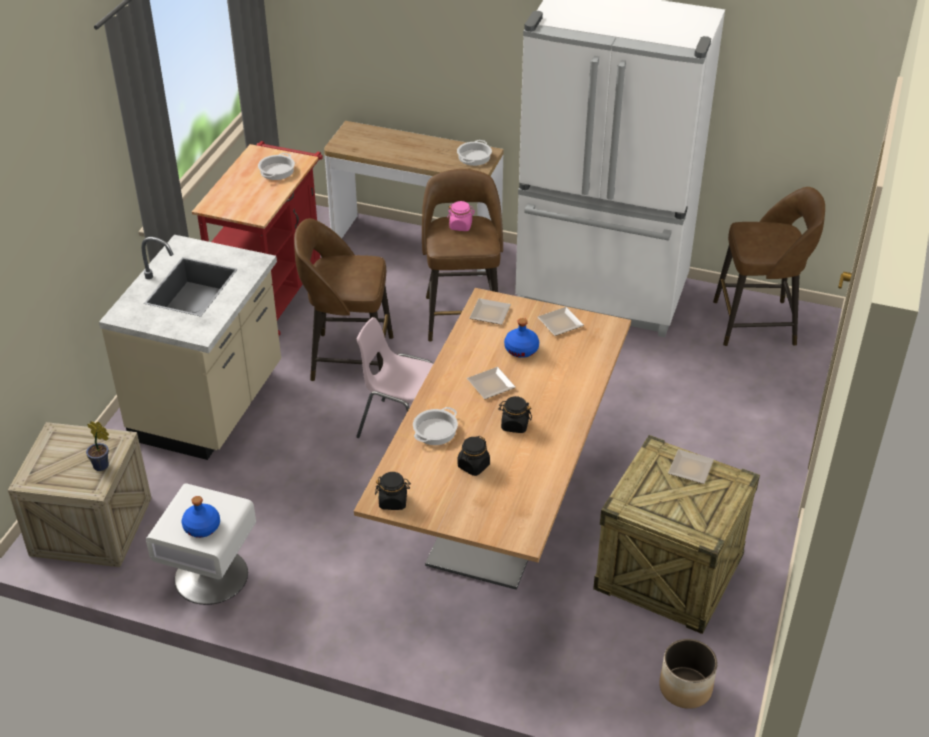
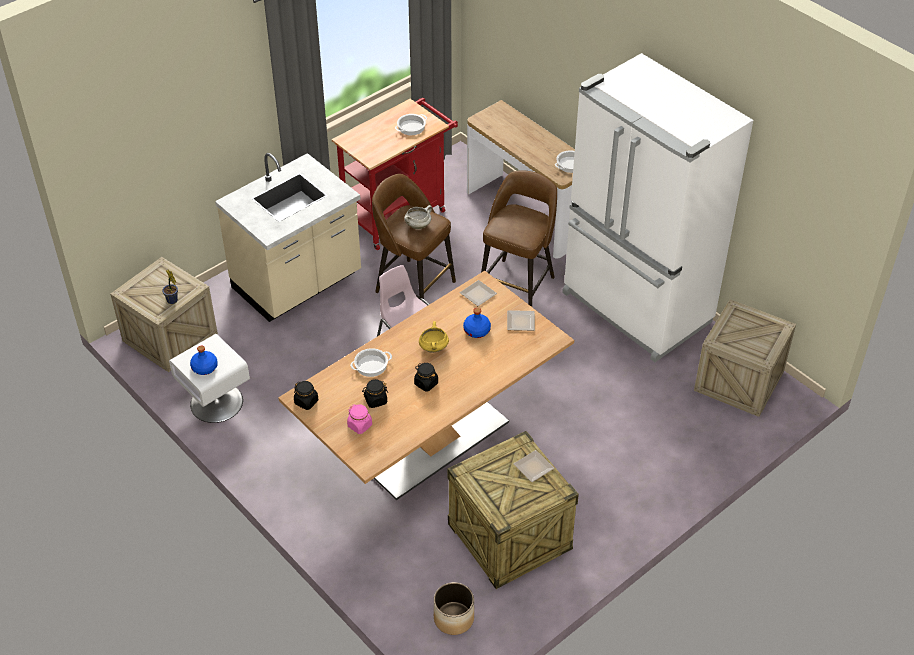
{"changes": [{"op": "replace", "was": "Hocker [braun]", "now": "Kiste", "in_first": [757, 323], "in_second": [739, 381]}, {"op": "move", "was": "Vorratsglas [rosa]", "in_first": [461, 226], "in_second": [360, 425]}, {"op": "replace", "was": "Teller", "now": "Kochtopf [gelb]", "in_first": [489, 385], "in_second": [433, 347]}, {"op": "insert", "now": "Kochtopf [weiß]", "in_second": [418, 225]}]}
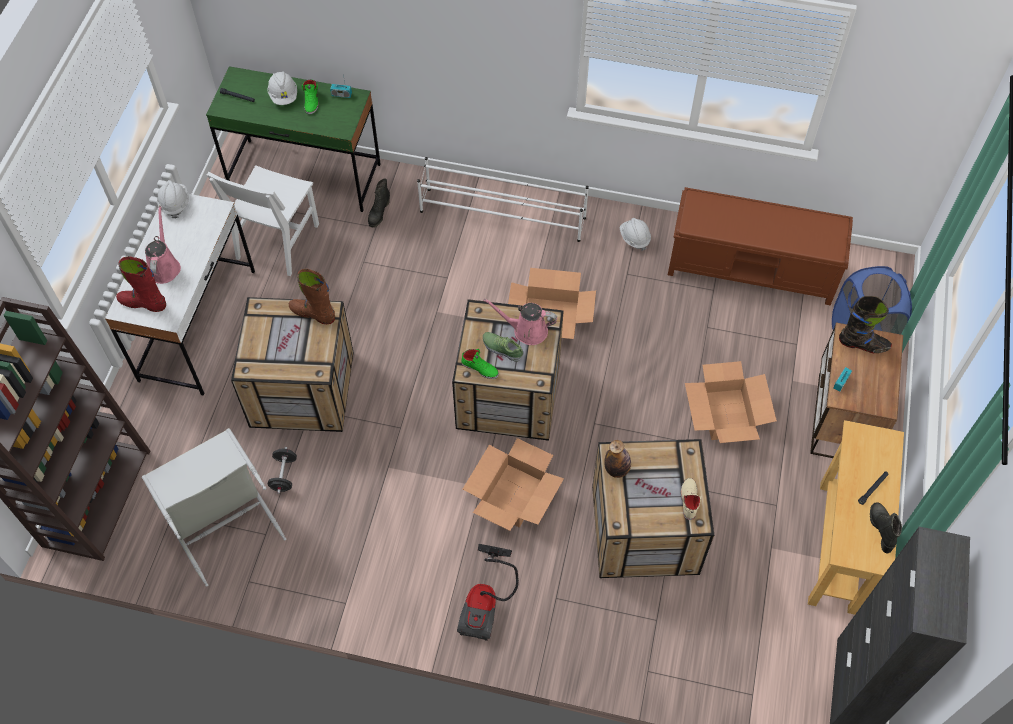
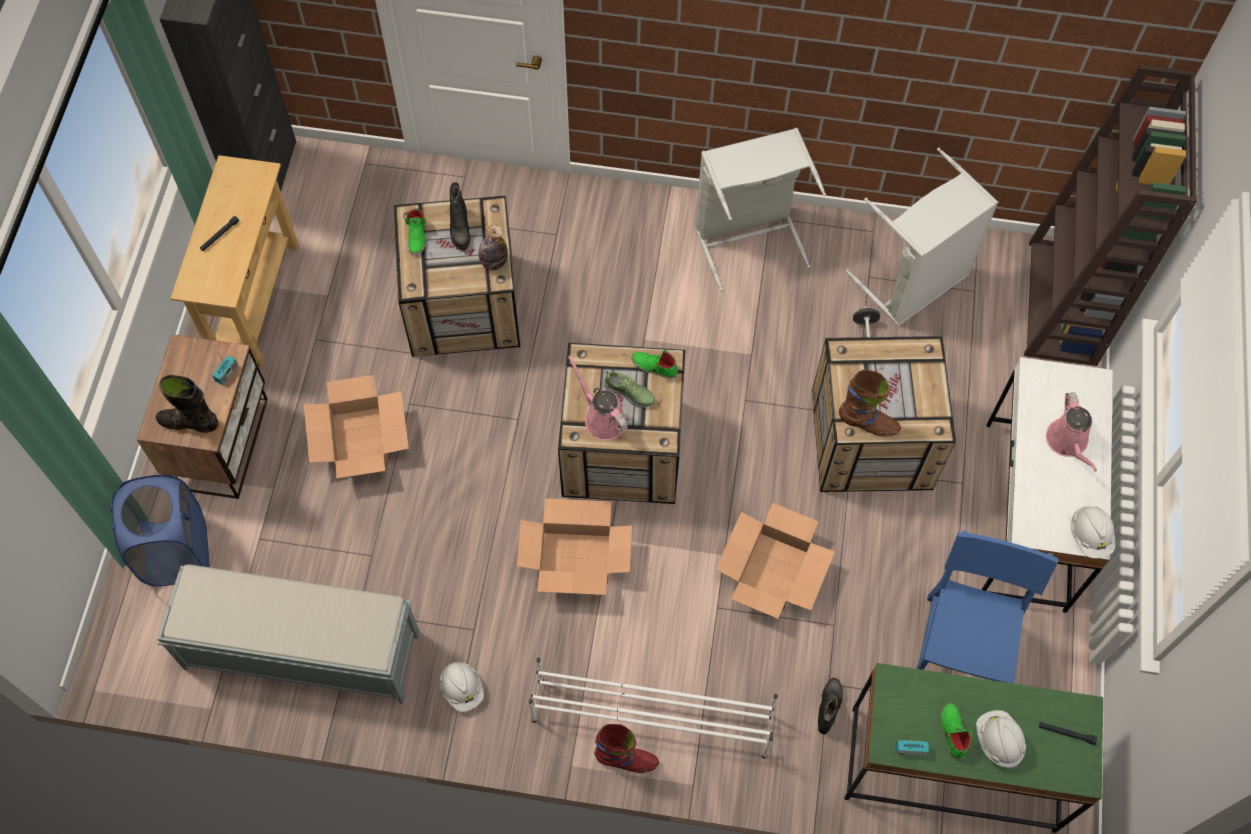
{"changes": [{"op": "recolor", "was": "Stuhl [weiß]", "now": "Stuhl [blau]", "in_first": [277, 241], "in_second": [959, 649]}, {"op": "recolor", "was": "Bank [braun]", "now": "Bank [grau]", "in_first": [753, 268], "in_second": [300, 650]}, {"op": "move", "was": "Stiefel [rot]", "in_first": [143, 303], "in_second": [626, 760]}, {"op": "rotate", "was": "Gießkanne [rosa]", "in_first": [526, 330], "in_second": [602, 418], "clockwise": -135}, {"op": "move", "was": "Karton", "in_first": [513, 495], "in_second": [772, 571]}, {"op": "recolor", "was": "Schuh [beige]", "now": "Schuh [grün]", "in_first": [688, 500], "in_second": [417, 236]}, {"op": "move", "was": "Stiefel [schwarz]", "in_first": [881, 529], "in_second": [459, 229]}, {"op": "delete", "was": "Staubsauger", "in_first": [486, 602]}, {"op": "insert", "now": "Wäschekorb [grau]", "in_second": [748, 238]}]}
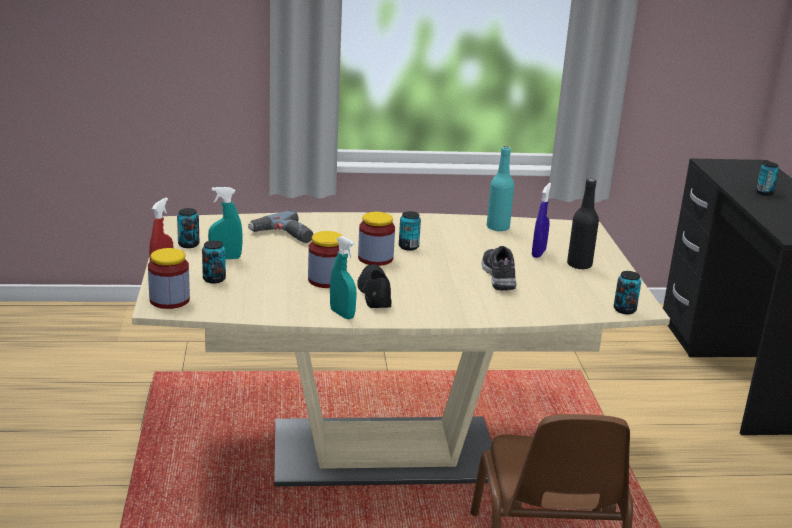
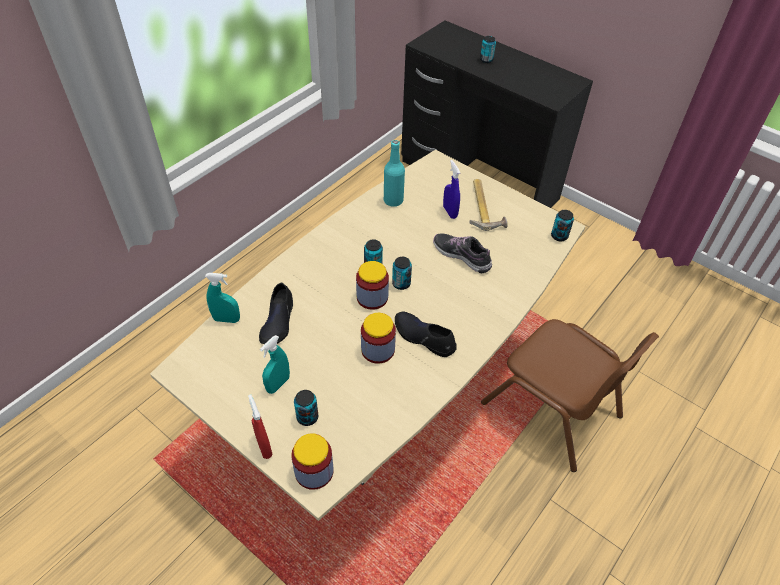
{"changes": [{"op": "replace", "was": "Flasche [schwarz]", "now": "Hammer", "in_first": [579, 265], "in_second": [484, 207]}, {"op": "move", "was": "Dose", "in_first": [188, 244], "in_second": [401, 283]}, {"op": "replace", "was": "Bohrmaschine", "now": "Schuh [schwarz]", "in_first": [283, 236], "in_second": [278, 321]}, {"op": "move", "was": "Sprühflasche [türkis]", "in_first": [342, 314], "in_second": [226, 319]}]}
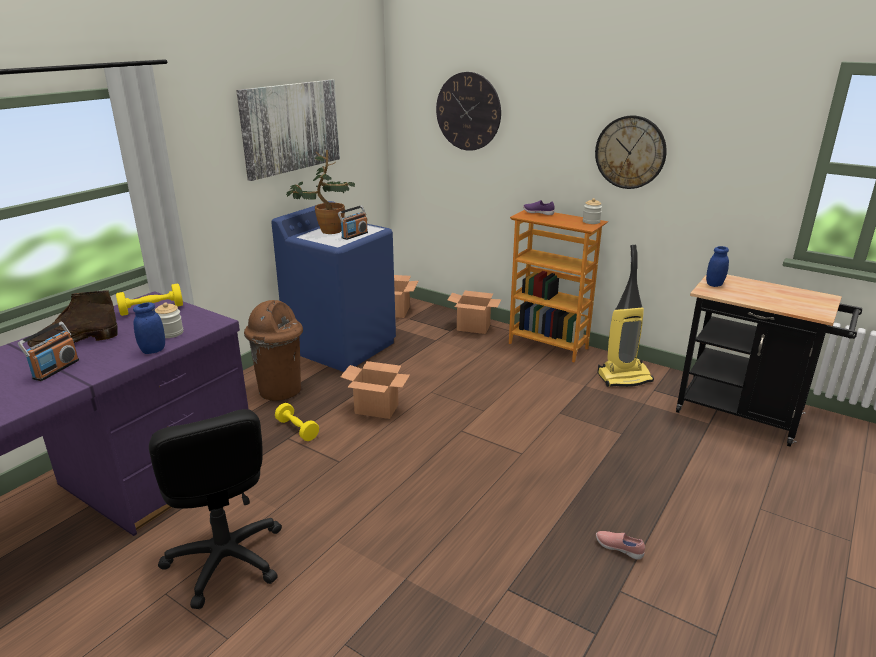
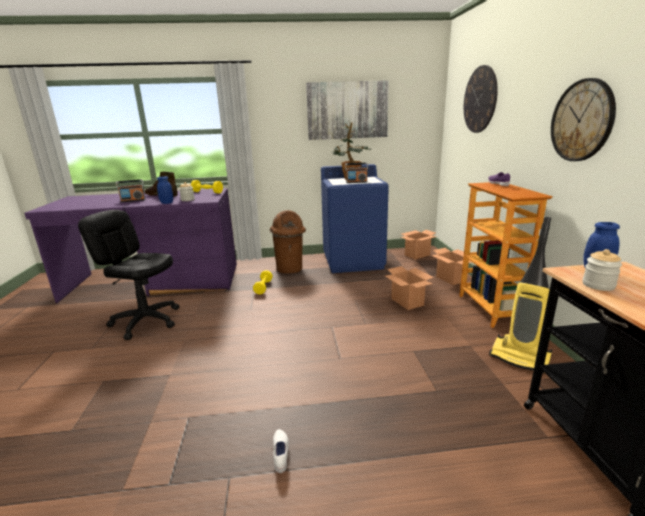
{"changes": [{"op": "move", "was": "Vorratsglas", "in_first": [591, 222], "in_second": [598, 285]}, {"op": "move", "was": "Karton", "in_first": [377, 409], "in_second": [407, 302]}, {"op": "rotate", "was": "Bürostuhl [schwarz]", "in_first": [225, 560], "in_second": [146, 321], "clockwise": 90}, {"op": "recolor", "was": "Schuh [rosa]", "now": "Schuh [weiß]", "in_first": [619, 548], "in_second": [281, 454]}]}
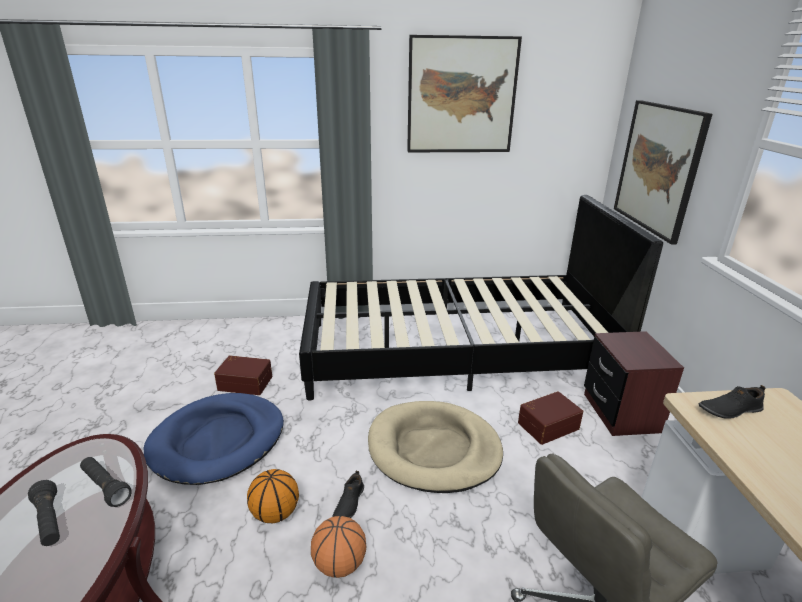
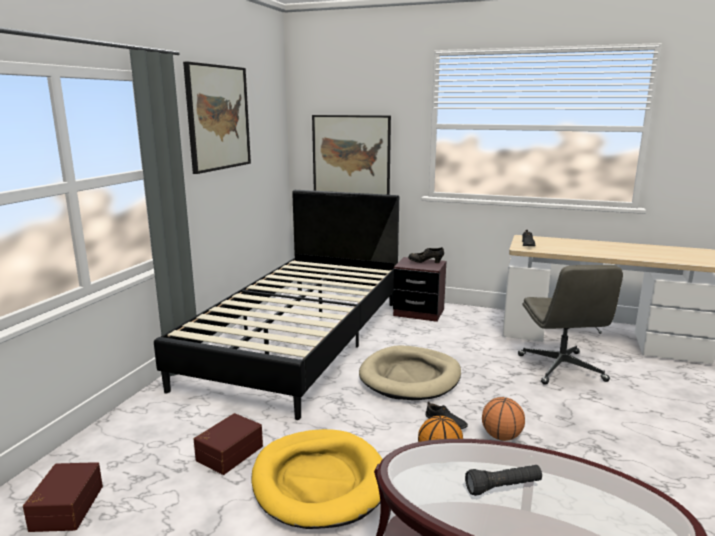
{"changes": [{"op": "move", "was": "Aufbewahrungsbox [braun]", "in_first": [547, 425], "in_second": [65, 507]}, {"op": "recolor", "was": "Hundebett [blau]", "now": "Hundebett [gelb]", "in_first": [218, 441], "in_second": [319, 481]}, {"op": "delete", "was": "Taschenlampe [schwarz]", "in_first": [106, 487]}, {"op": "insert", "now": "Schuh [schwarz]", "in_second": [425, 262]}]}
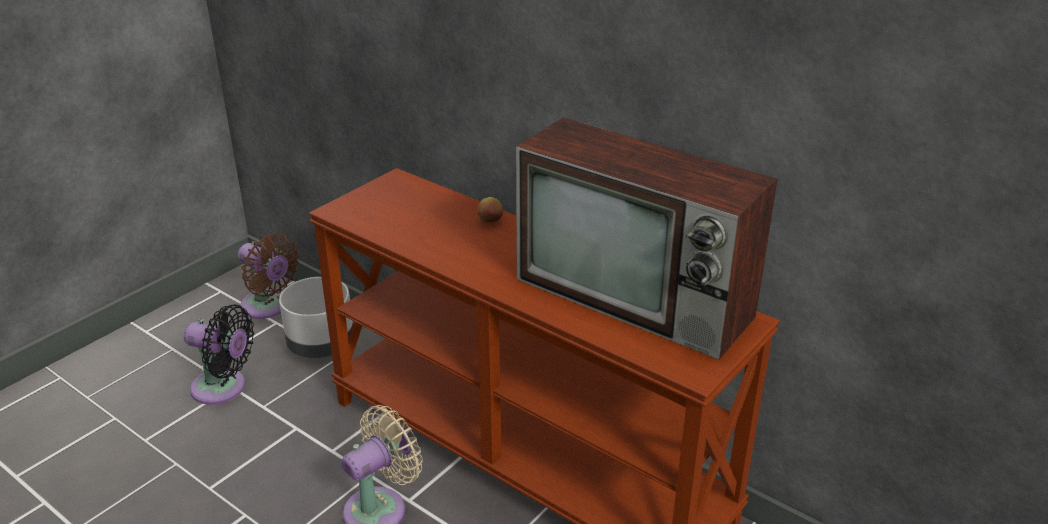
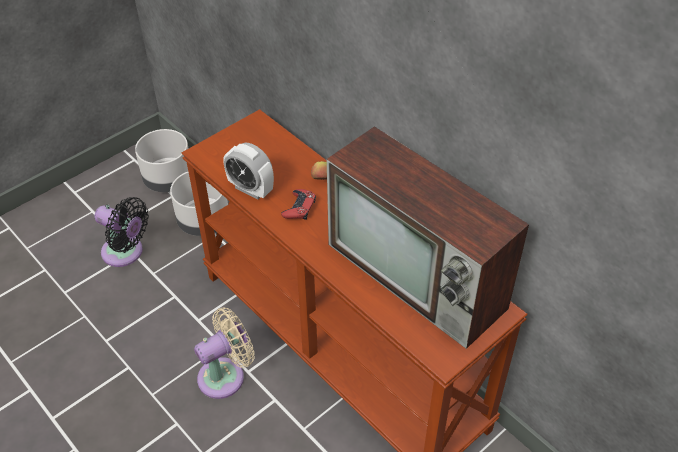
{"changes": [{"op": "replace", "was": "Ventilator [braun]", "now": "Pflanzkübel [grau]", "in_first": [268, 307], "in_second": [168, 179]}, {"op": "insert", "now": "Wecker", "in_second": [251, 189]}, {"op": "insert", "now": "Gamepad [rot]", "in_second": [299, 208]}]}
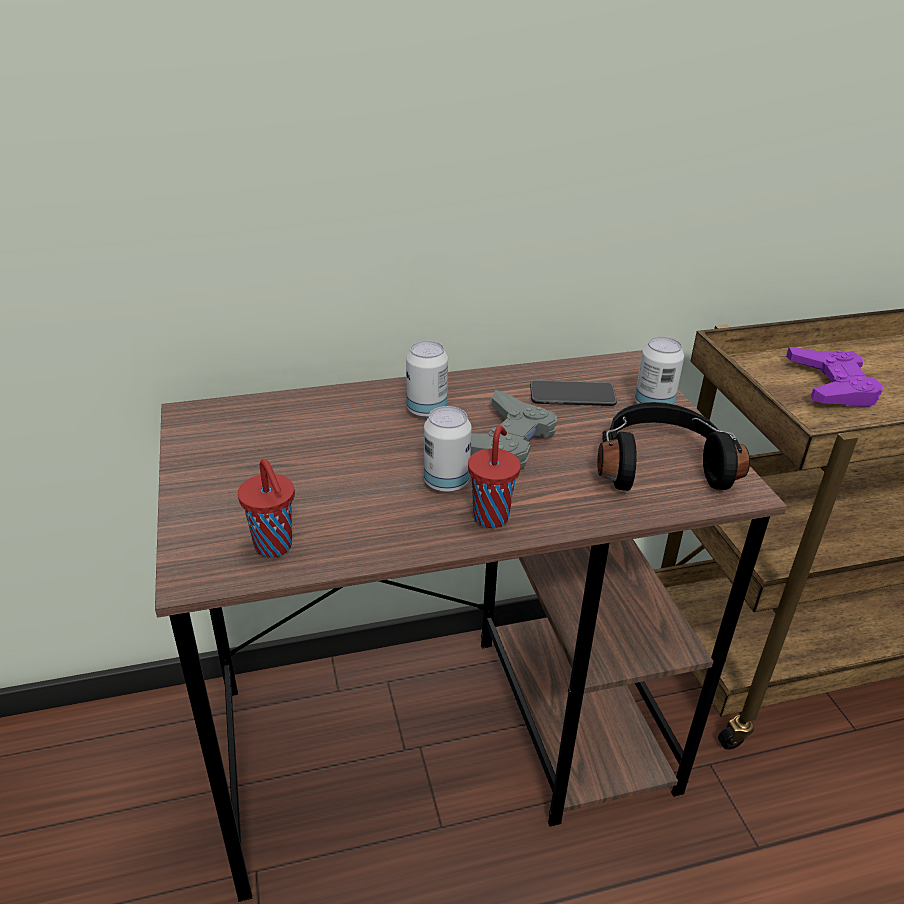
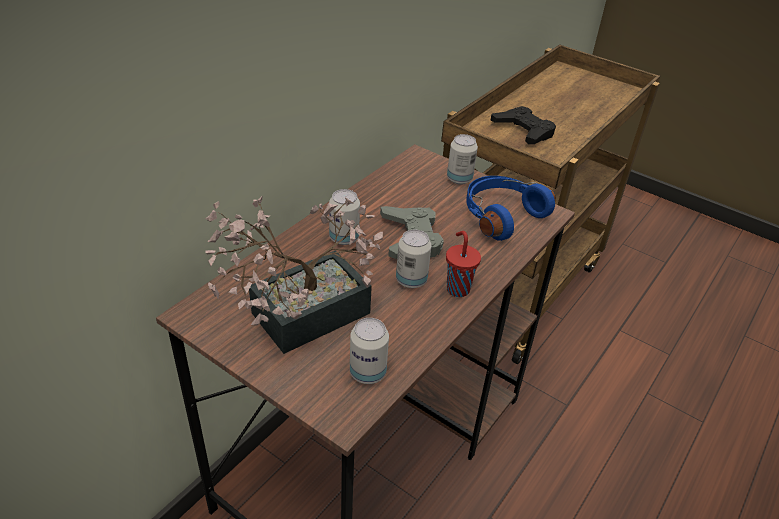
{"changes": [{"op": "recolor", "was": "Gamepad [lila]", "now": "Gamepad [schwarz]", "in_first": [831, 385], "in_second": [523, 130]}, {"op": "delete", "was": "Handy", "in_first": [572, 395]}, {"op": "recolor", "was": "Kopfhörer [schwarz]", "now": "Kopfhörer [blau]", "in_first": [660, 464], "in_second": [500, 215]}, {"op": "replace", "was": "Tasse [rot]", "now": "Dose", "in_first": [274, 547], "in_second": [367, 373]}, {"op": "insert", "now": "Topfpflanze", "in_second": [298, 317]}]}
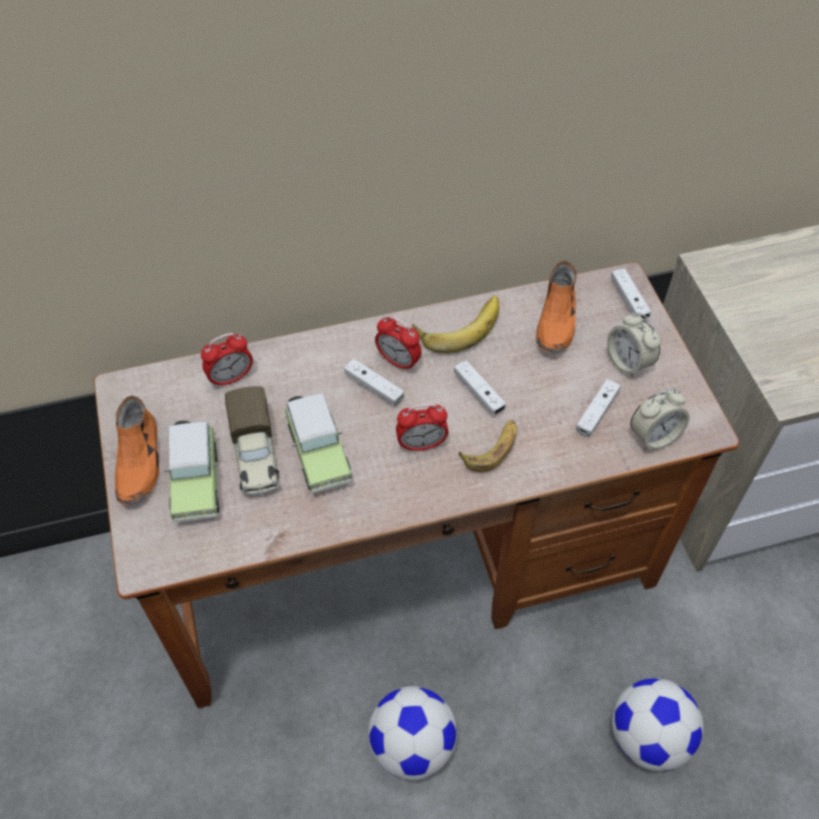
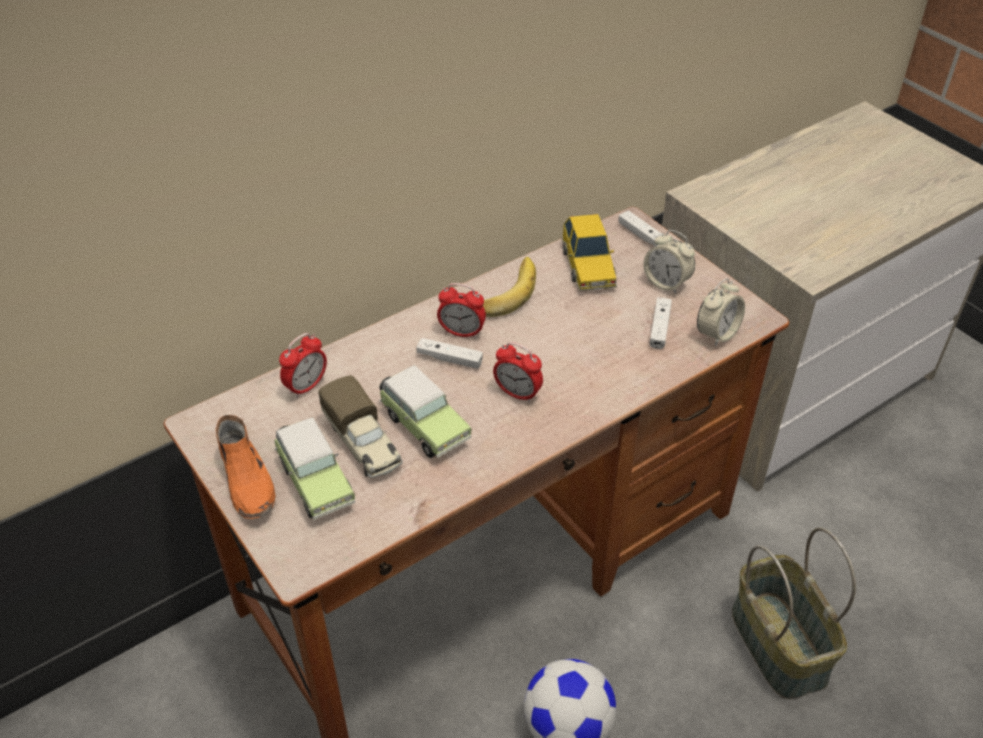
{"changes": [{"op": "replace", "was": "Schuh [orange]", "now": "Spielzeugauto", "in_first": [557, 321], "in_second": [588, 266]}, {"op": "delete", "was": "Gamepad [weiß]", "in_first": [479, 393]}, {"op": "rotate", "was": "Wecker", "in_first": [421, 444], "in_second": [517, 393], "clockwise": 60}, {"op": "delete", "was": "Banane", "in_first": [491, 449]}, {"op": "replace", "was": "Fußball", "now": "Korb", "in_first": [648, 737], "in_second": [780, 645]}]}
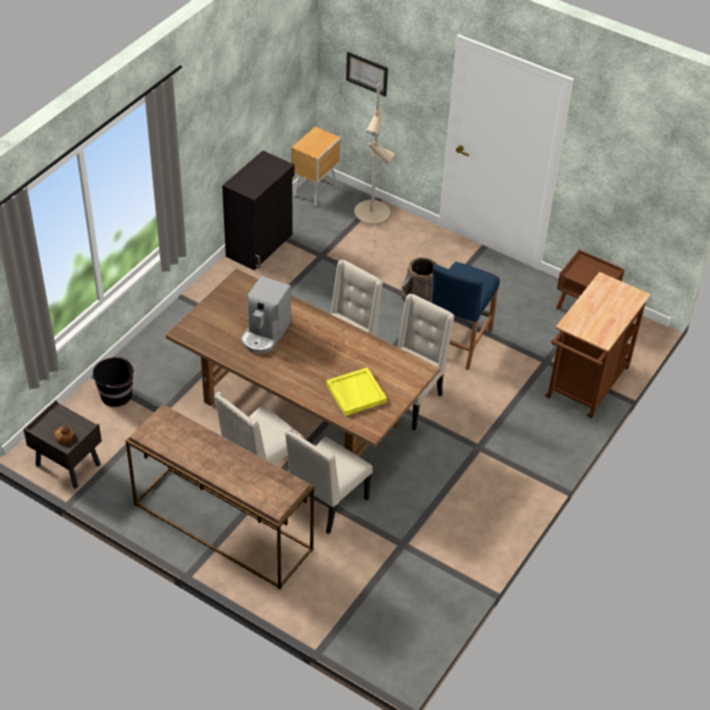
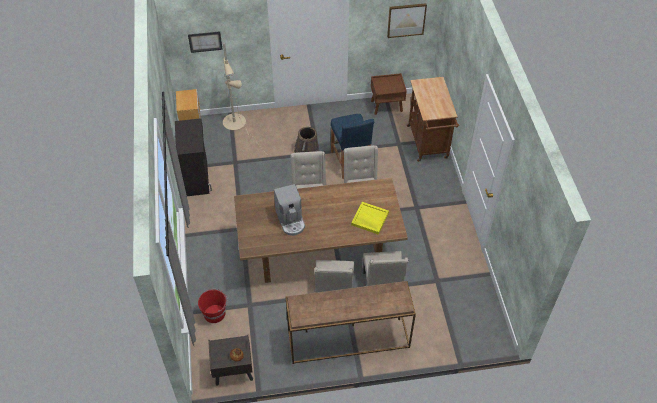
{"changes": [{"op": "recolor", "was": "Eimer [schwarz]", "now": "Eimer [rot]", "in_first": [117, 395], "in_second": [215, 313]}, {"op": "insert", "now": "Bild", "in_second": [406, 20]}]}
